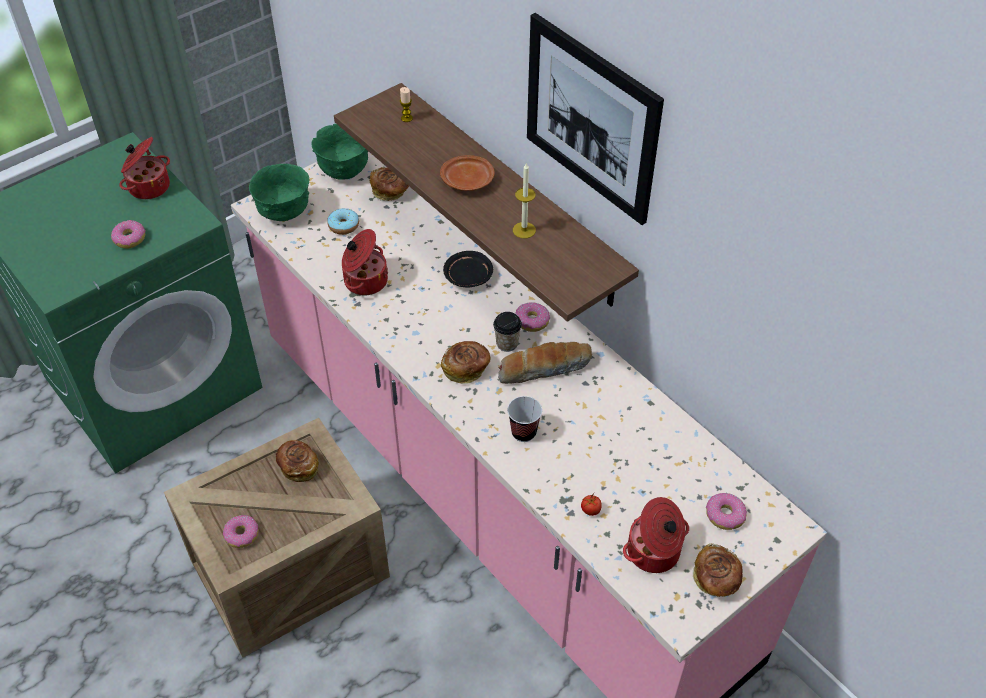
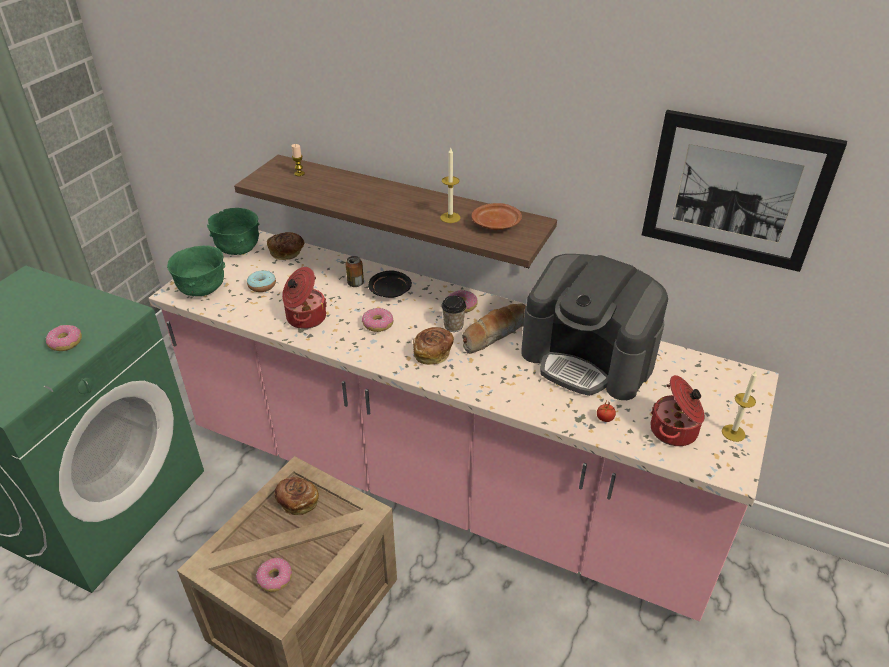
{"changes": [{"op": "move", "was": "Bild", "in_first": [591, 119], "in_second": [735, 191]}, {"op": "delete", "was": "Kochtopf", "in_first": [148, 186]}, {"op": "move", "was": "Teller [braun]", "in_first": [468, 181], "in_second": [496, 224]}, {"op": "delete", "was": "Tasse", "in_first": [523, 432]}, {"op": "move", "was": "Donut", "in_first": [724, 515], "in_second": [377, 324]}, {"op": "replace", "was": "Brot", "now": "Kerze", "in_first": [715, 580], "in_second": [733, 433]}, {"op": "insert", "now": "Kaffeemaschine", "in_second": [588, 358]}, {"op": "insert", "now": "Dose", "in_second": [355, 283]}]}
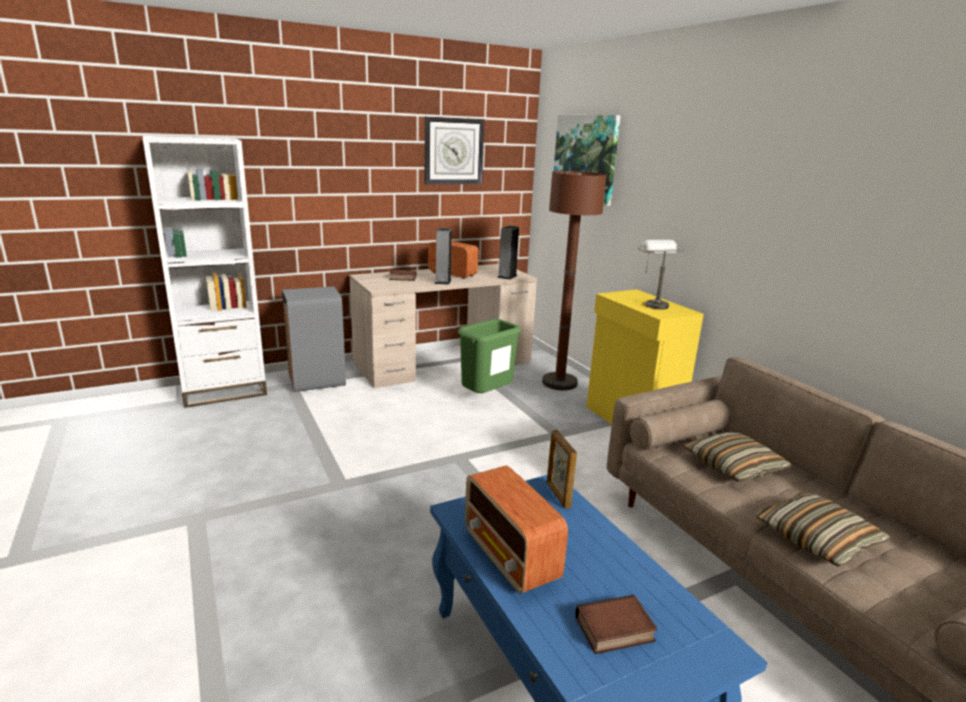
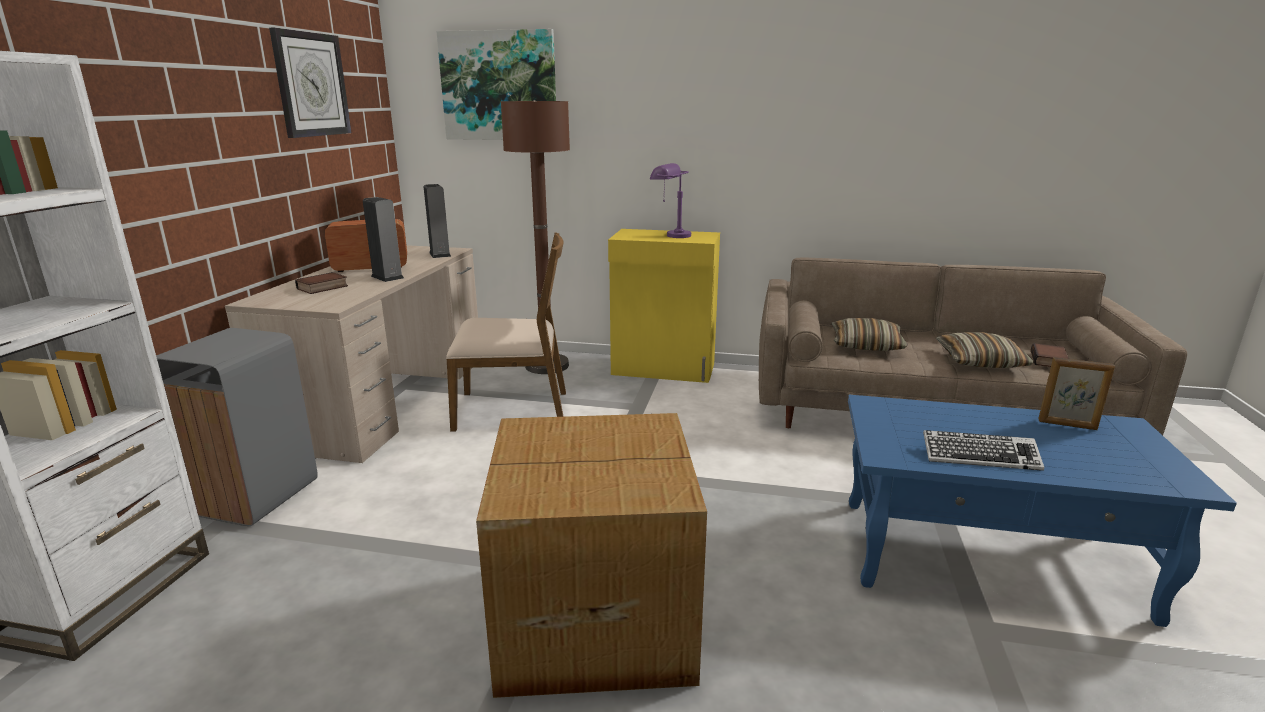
{"changes": [{"op": "recolor", "was": "Tischlampe [grau]", "now": "Tischlampe [lila]", "in_first": [652, 303], "in_second": [670, 235]}, {"op": "replace", "was": "Mülleimer [grün]", "now": "Stuhl [braun]", "in_first": [486, 398], "in_second": [513, 409]}, {"op": "move", "was": "Bilderrahmen", "in_first": [557, 495], "in_second": [1067, 425]}, {"op": "replace", "was": "Radio", "now": "Tastatur", "in_first": [510, 557], "in_second": [979, 456]}, {"op": "move", "was": "Buch", "in_first": [614, 631], "in_second": [1049, 360]}, {"op": "insert", "now": "Karton", "in_second": [592, 616]}]}
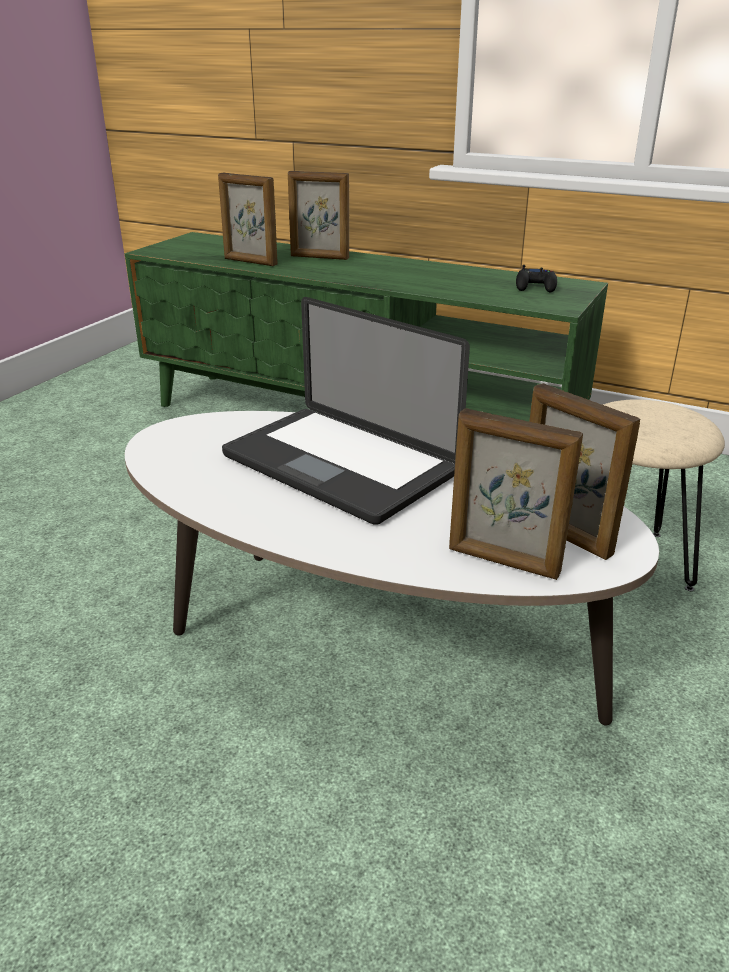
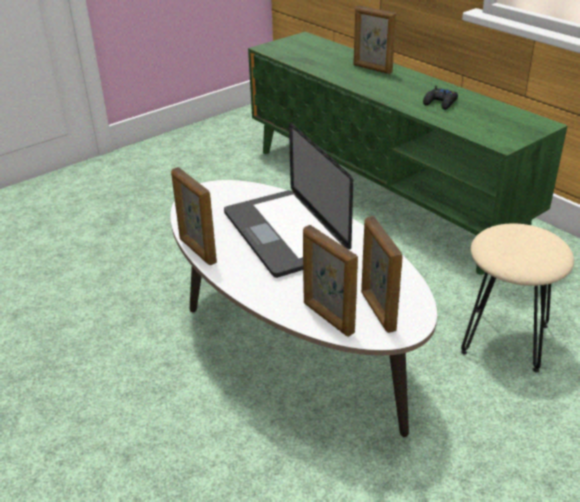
{"changes": [{"op": "move", "was": "Bilderrahmen", "in_first": [250, 262], "in_second": [197, 251]}, {"op": "move", "was": "Gamepad [schwarz]", "in_first": [536, 286], "in_second": [440, 103]}]}
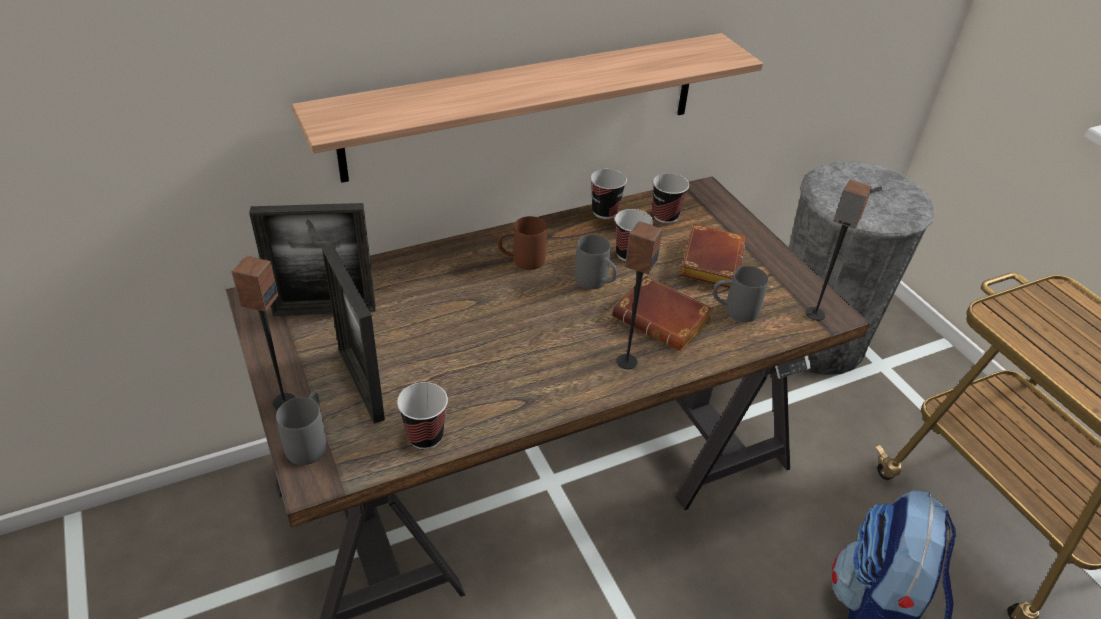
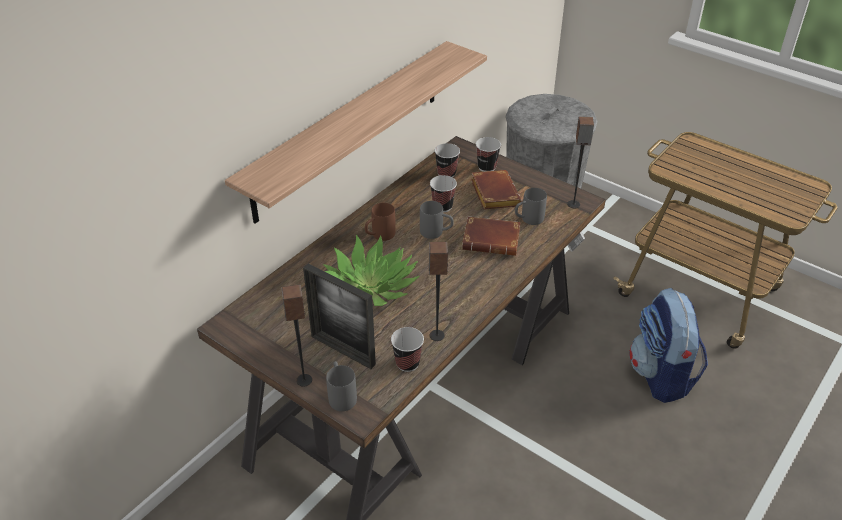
{"changes": [{"op": "move", "was": "Tasse", "in_first": [605, 212], "in_second": [487, 167]}, {"op": "delete", "was": "Bilderrahmen", "in_first": [325, 310]}, {"op": "move", "was": "Lautsprecher", "in_first": [626, 361], "in_second": [436, 335]}, {"op": "insert", "now": "Topfpflanze", "in_second": [370, 287]}]}
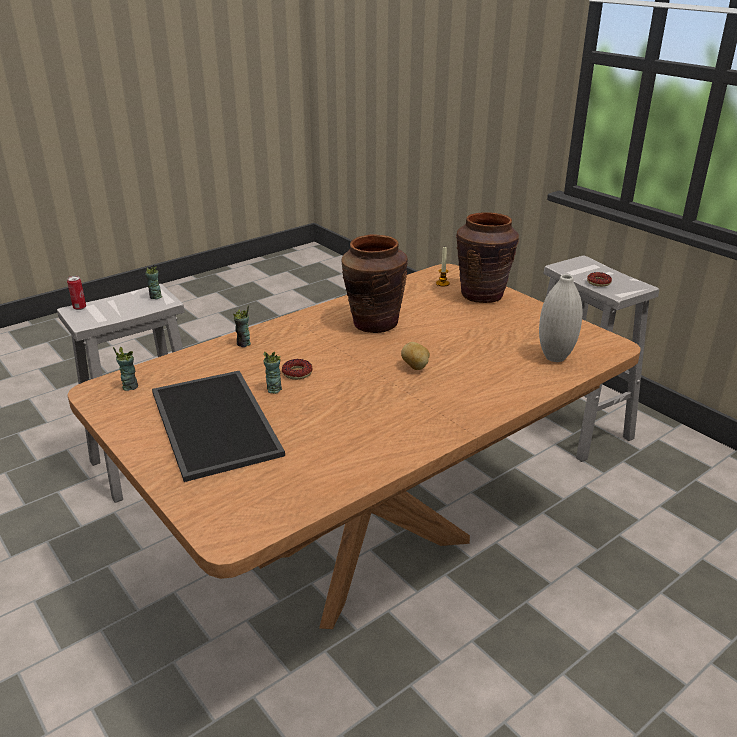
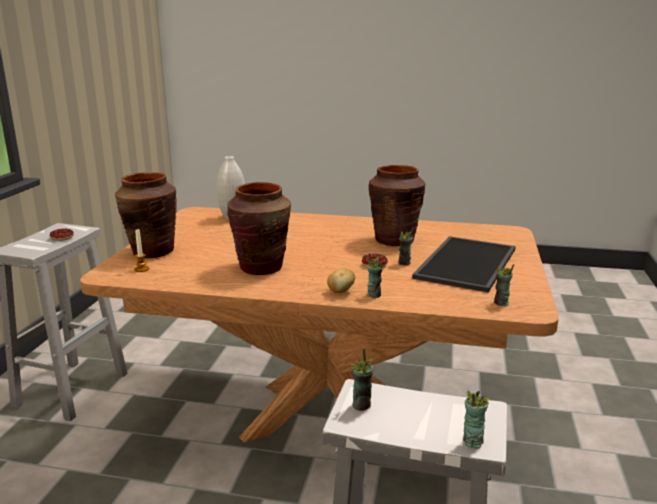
{"changes": [{"op": "replace", "was": "Dose", "now": "Tasse", "in_first": [79, 308], "in_second": [472, 441]}, {"op": "move", "was": "Kartoffel", "in_first": [415, 367], "in_second": [341, 291]}, {"op": "insert", "now": "Vase [braun]", "in_second": [394, 241]}]}
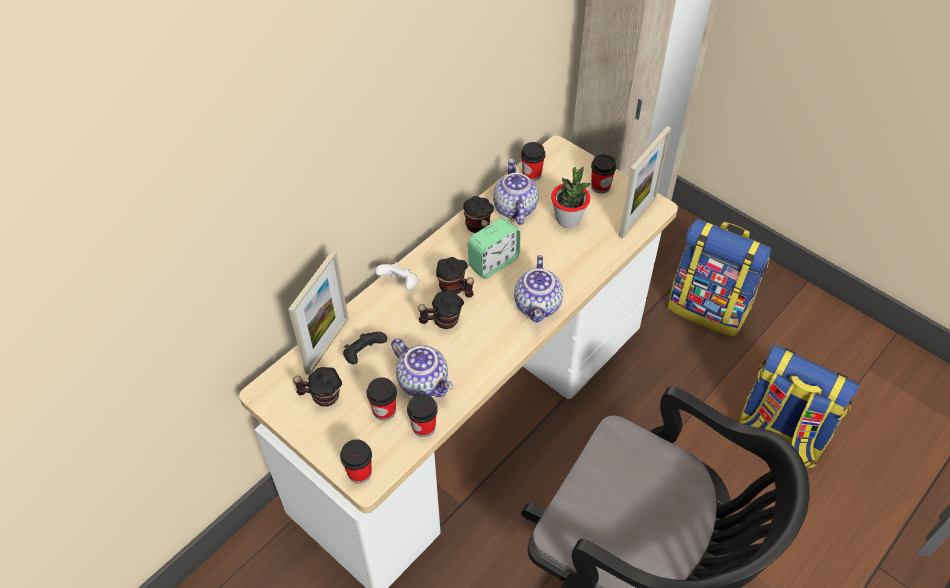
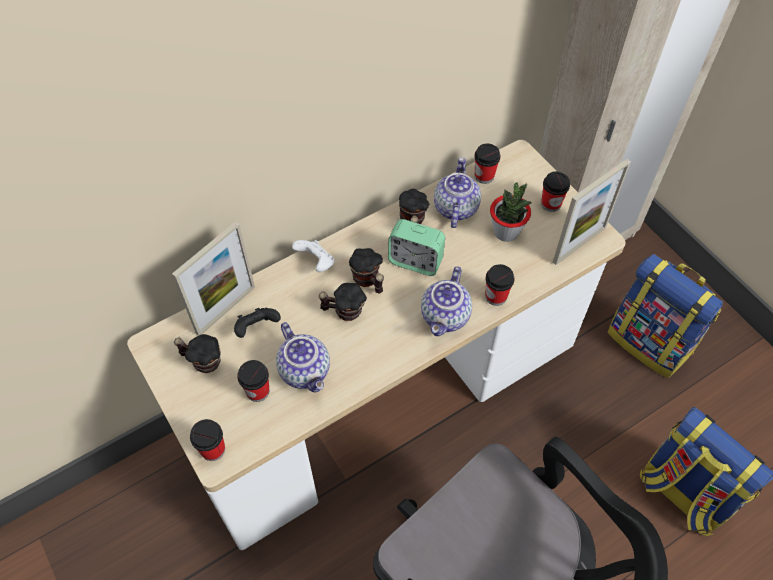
{"changes": [{"op": "rotate", "was": "Wecker", "in_first": [493, 262], "in_second": [415, 261], "clockwise": 45}, {"op": "move", "was": "Tasse", "in_first": [423, 427], "in_second": [496, 296]}]}
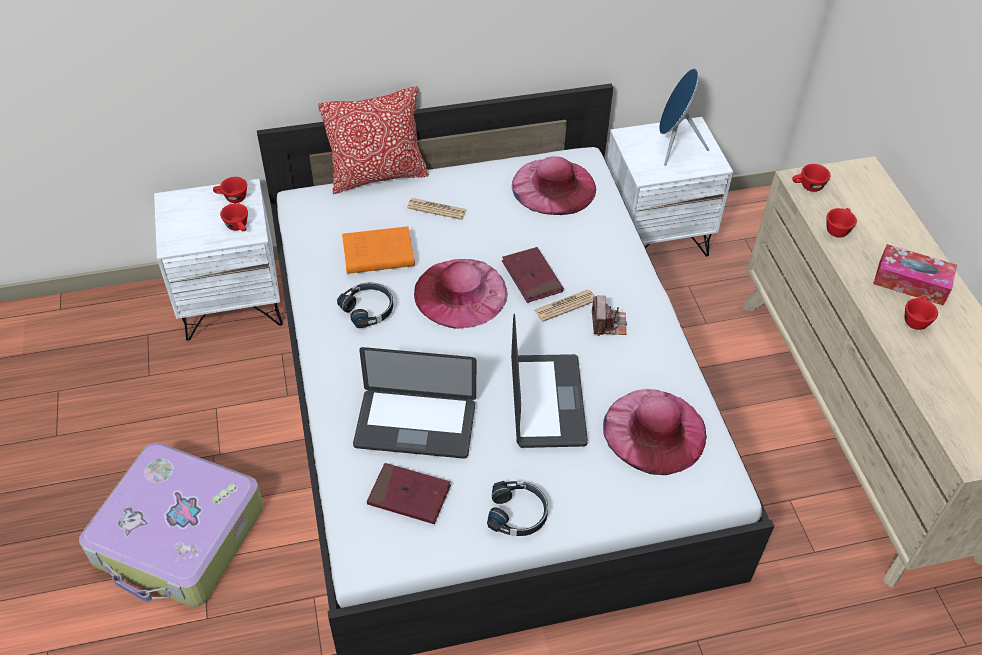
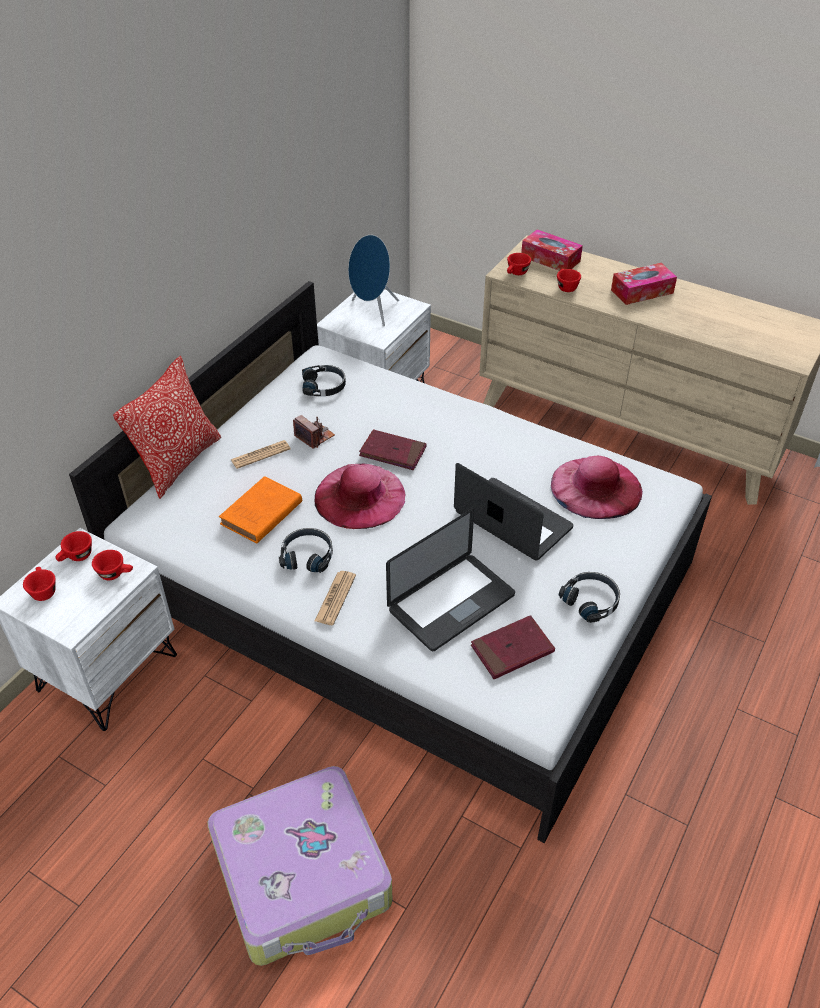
{"changes": [{"op": "replace", "was": "Hut [rosa]", "now": "Kopfhörer [schwarz]", "in_first": [553, 186], "in_second": [324, 386]}, {"op": "move", "was": "Zeitung", "in_first": [565, 306], "in_second": [335, 598]}, {"op": "move", "was": "Kamera", "in_first": [608, 323], "in_second": [314, 436]}, {"op": "move", "was": "Tasse [rot]", "in_first": [915, 319], "in_second": [43, 590]}, {"op": "insert", "now": "Taschentuchbox", "in_second": [550, 259]}]}
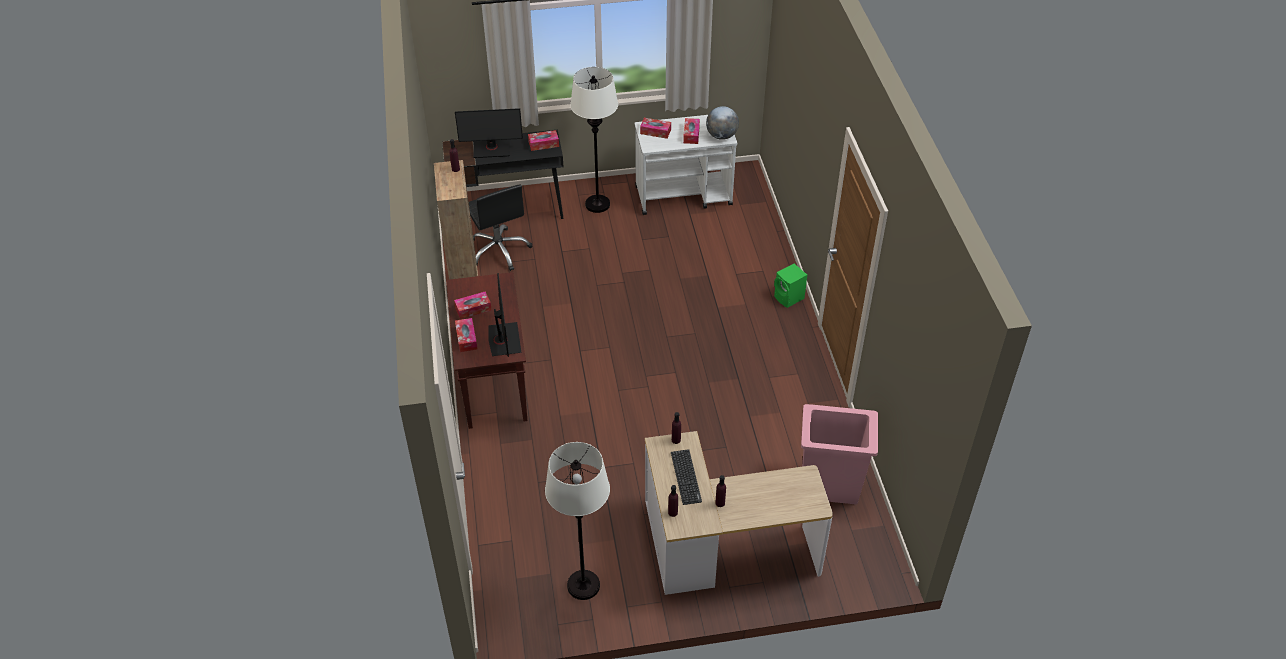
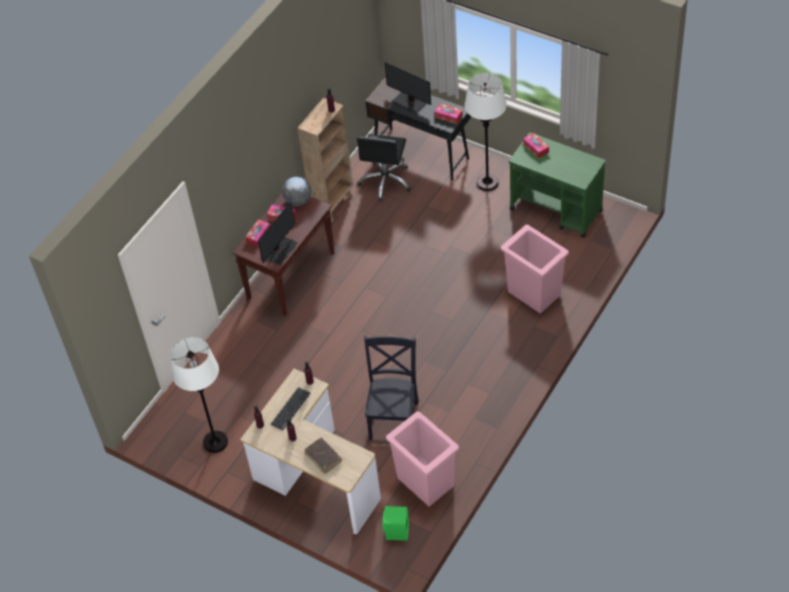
{"changes": [{"op": "move", "was": "Globus", "in_first": [721, 136], "in_second": [298, 201]}, {"op": "recolor", "was": "Rollwagen [weiß]", "now": "Rollwagen [grün]", "in_first": [684, 196], "in_second": [556, 210]}, {"op": "delete", "was": "Taschentuchbox", "in_first": [691, 134]}, {"op": "move", "was": "Lautsprecher [grün]", "in_first": [789, 298], "in_second": [397, 532]}, {"op": "insert", "now": "Mülleimer [rosa]", "in_second": [534, 293]}, {"op": "insert", "now": "Stuhl [schwarz]", "in_second": [394, 418]}, {"op": "insert", "now": "Buch [braun]", "in_second": [323, 457]}]}
